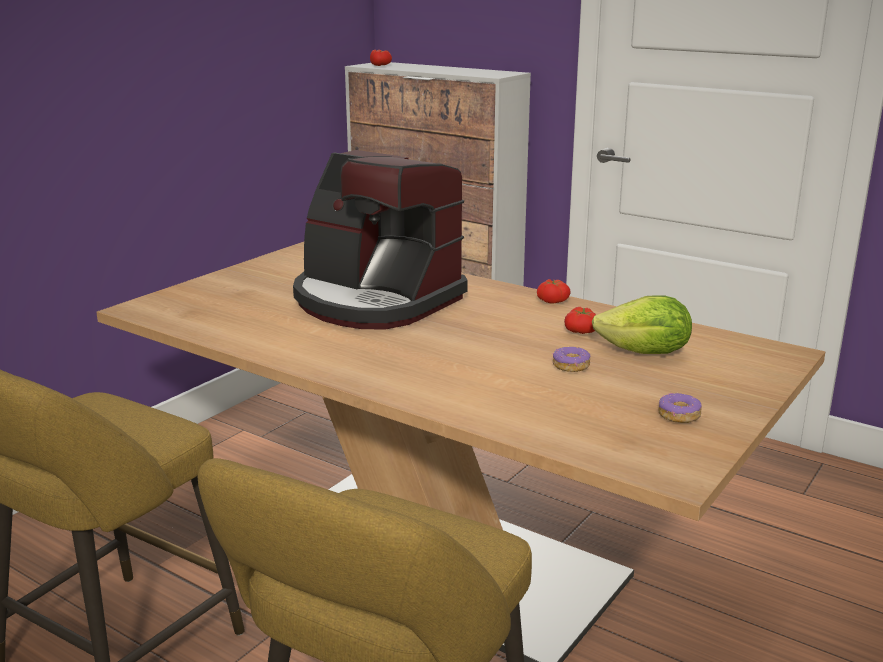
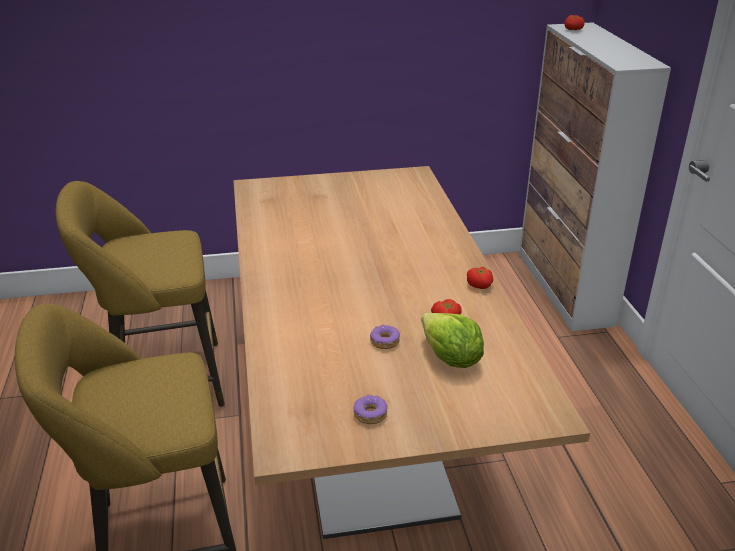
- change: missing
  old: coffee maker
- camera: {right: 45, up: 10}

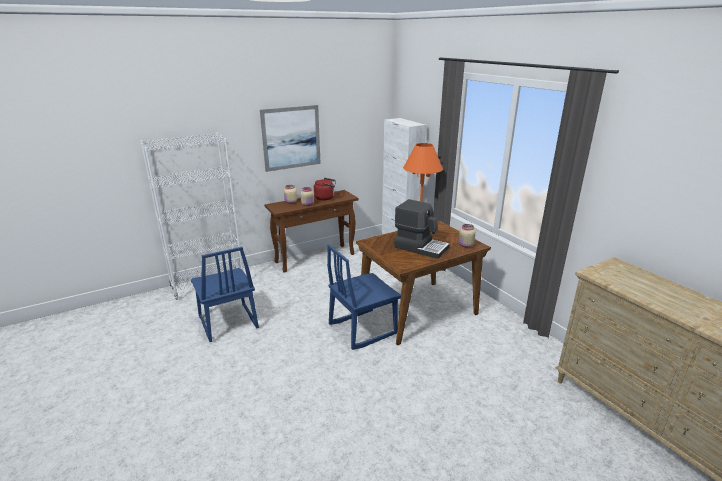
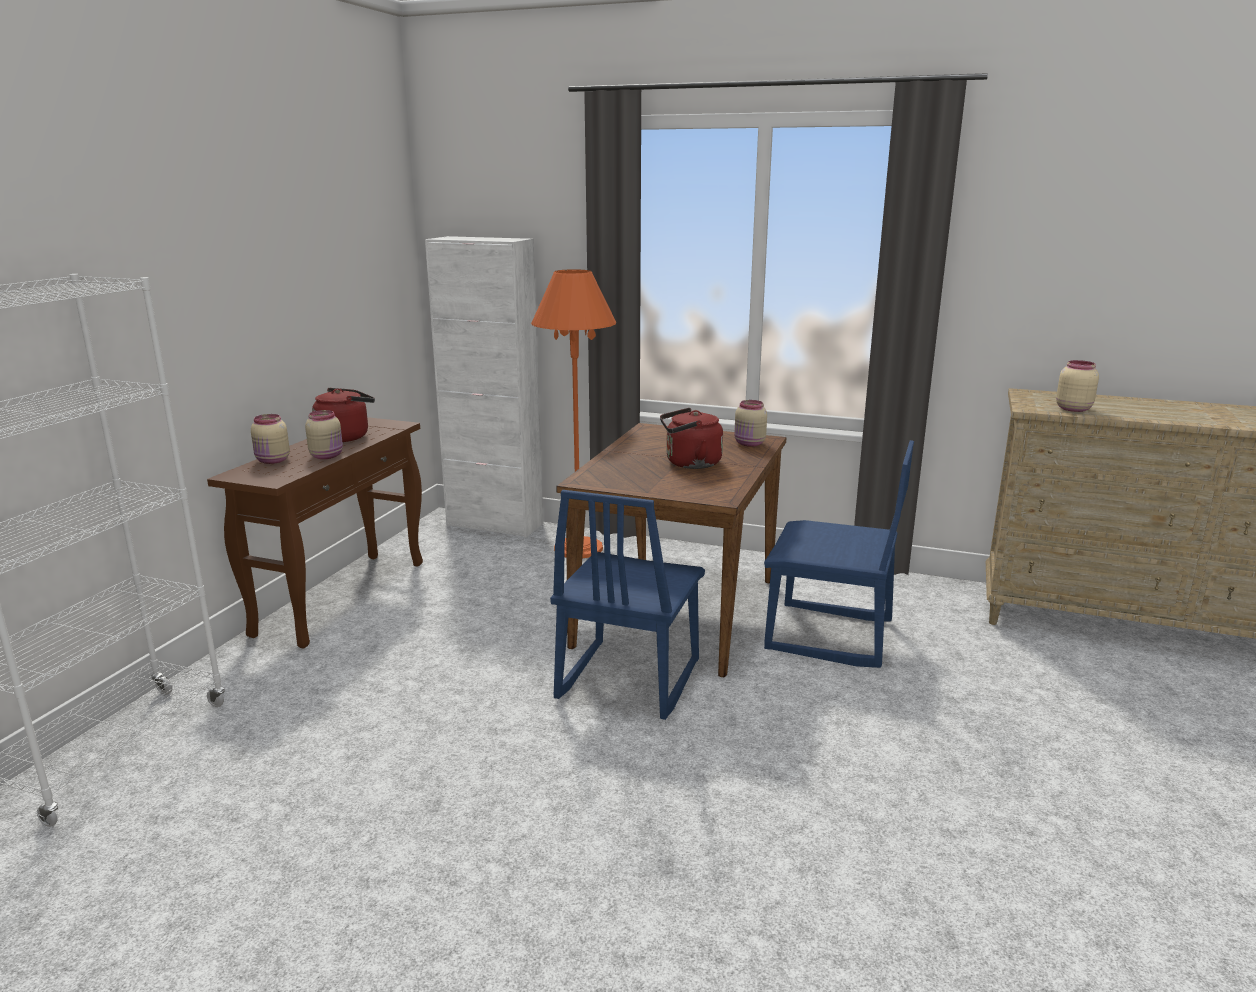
- change: missing
  old: wall art
- change: exchanged
  old: coffee maker
  new: red tea kettle (no. 2 from left)
- change: relocated
  old: blue upright chair (no. 1 from left in the first image)
  new: blue upright chair (no. 2 from left)
- change: appeared
  new: sand-coloured preserve jar (no. 4 from left)
- camera: {right: -40, up: -5}

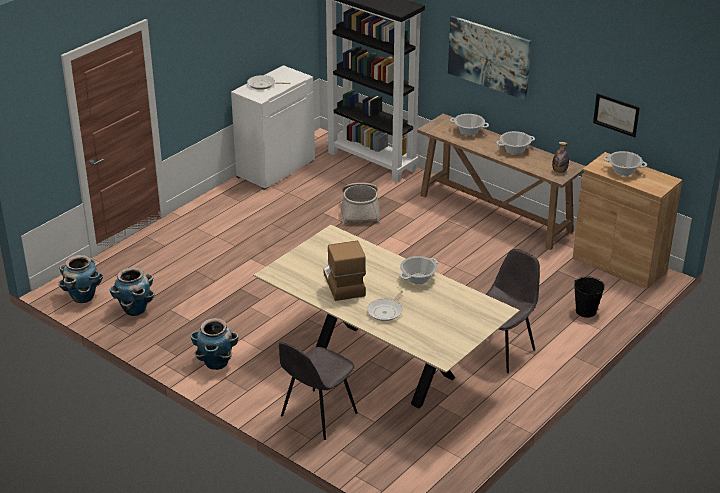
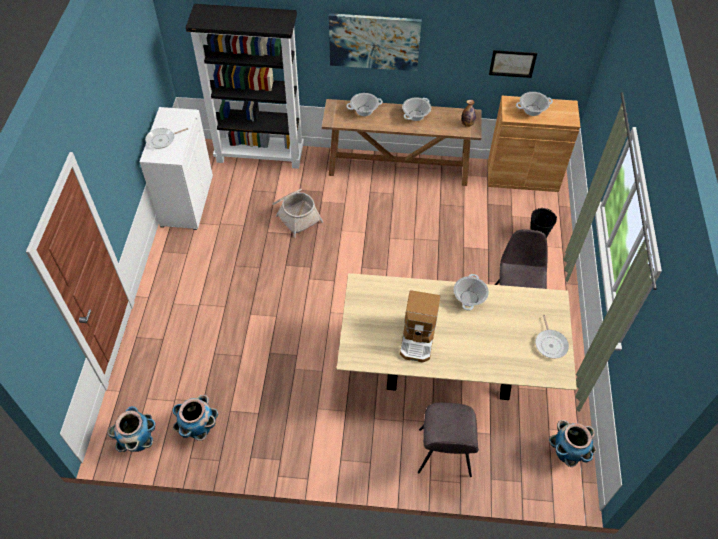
- change: spun
  old: coffee maker
  degrees: -120
- change: relocated
  old: skillet (no. 2 from left)
- change: relocated
  old: flower pot (no. 3 from left)
- camera: {right: -35, up: 20}

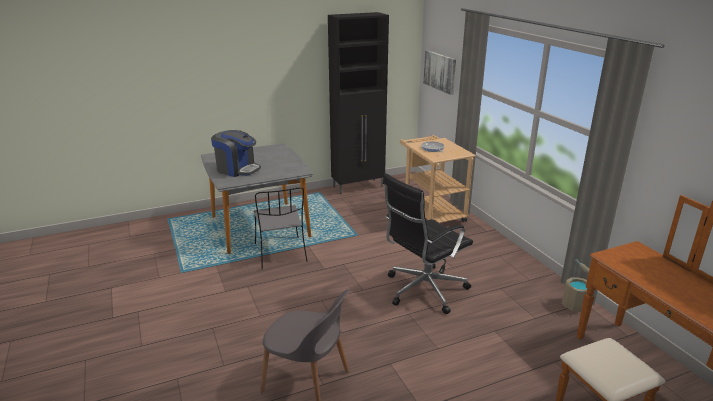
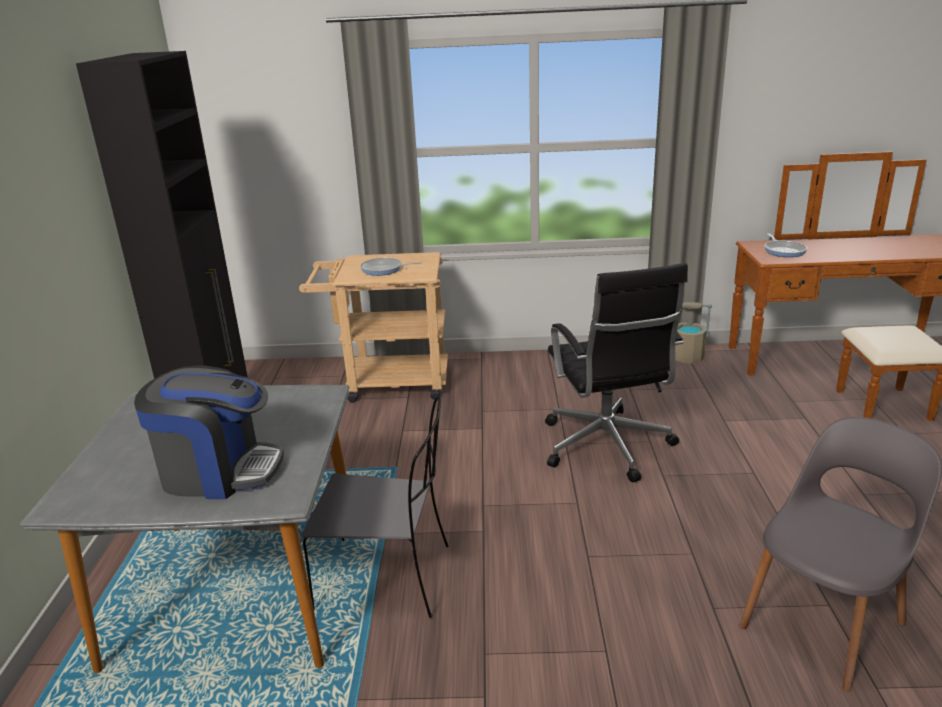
- change: missing
  old: wall art
- change: spun
  old: coffee maker
  degrees: 45
- change: appeared
  new: skillet (no. 2 from left)
- camera: {right: -65, up: 0}

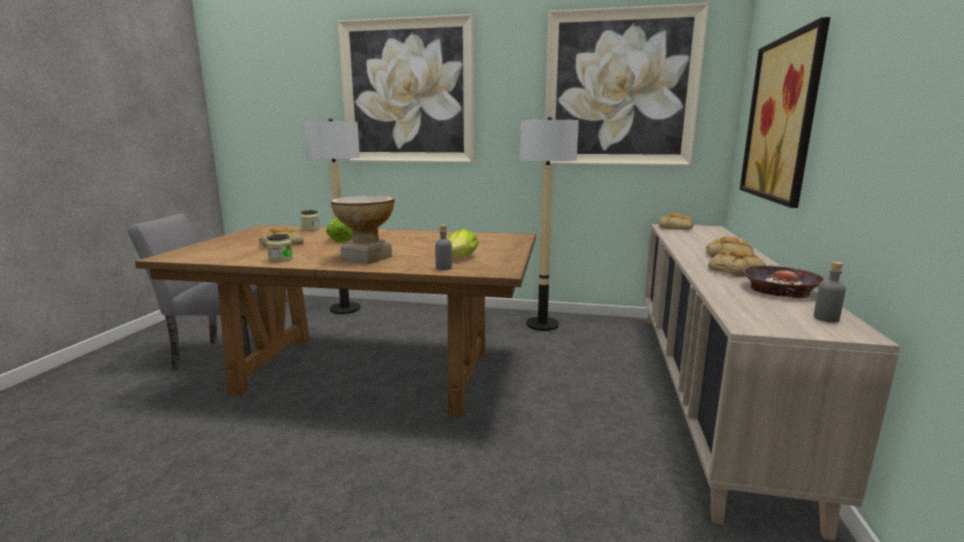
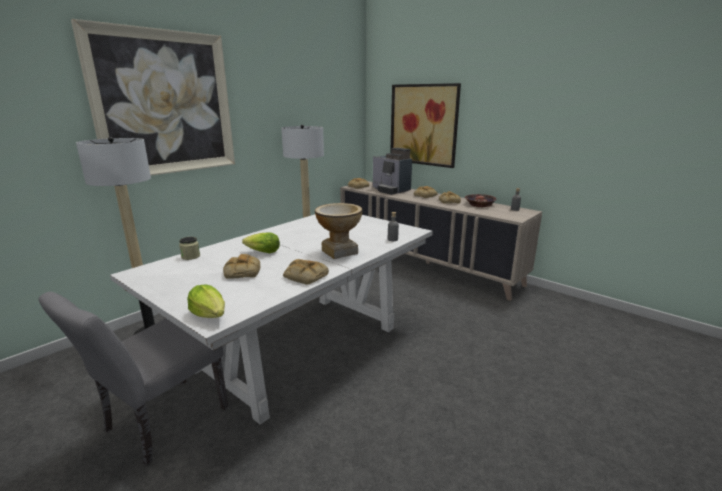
- change: missing
  old: wall art (no. 2 from left)
- change: colour
  old: brownish kitchen table
  new: white-coloured kitchen table
- change: relocated
  old: head of lettuce (no. 2 from left in the first image)
  new: head of lettuce (no. 1 from left)
- change: exchanged
  old: preserve jar (no. 1 from left)
  new: bread (no. 2 from left)
- change: appeared
  new: coffee maker
- camera: {right: -60, up: 5}

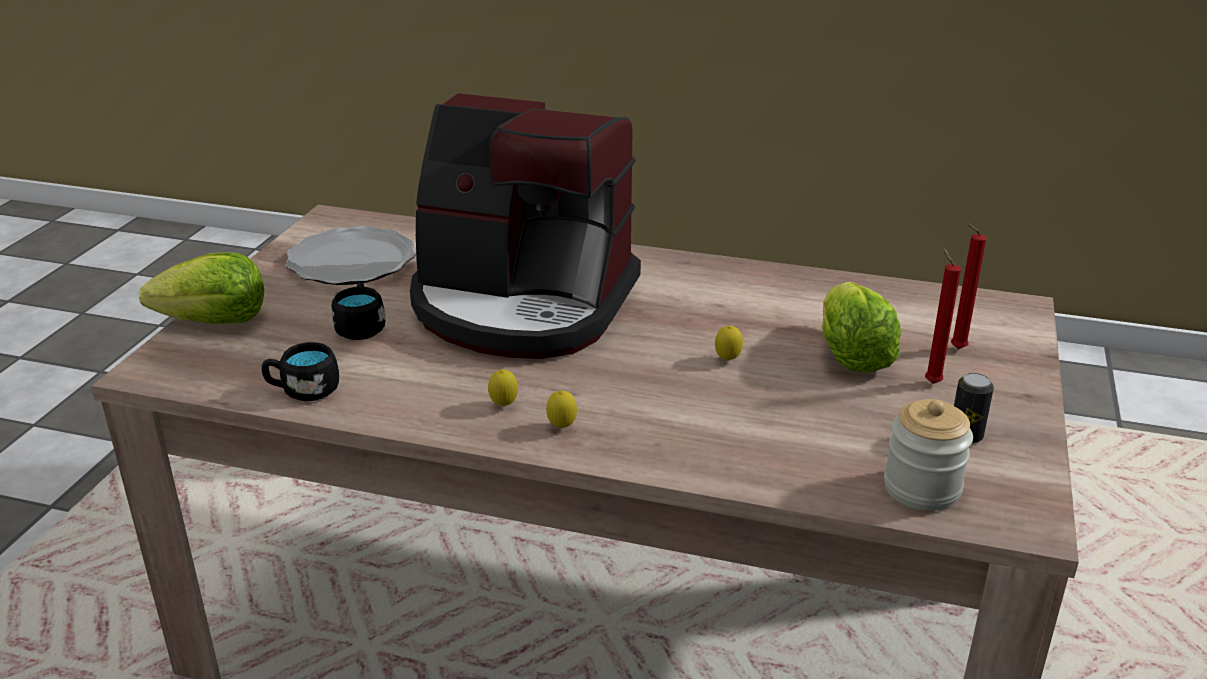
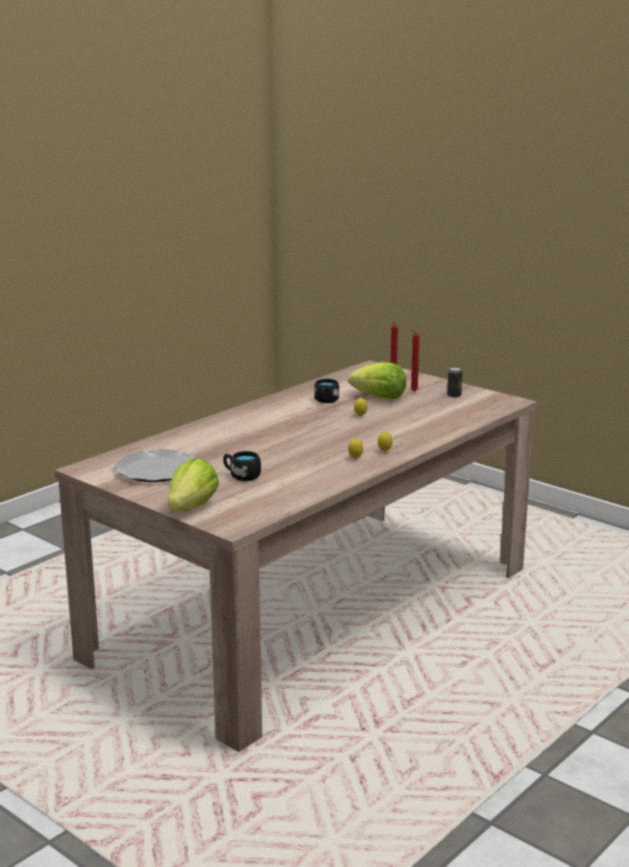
- change: missing
  old: coffee maker
- change: relocated
  old: black mug (no. 1 from left in the first image)
  new: black mug (no. 2 from left)
- change: missing
  old: preserve jar
- camera: {right: -65, up: -10}

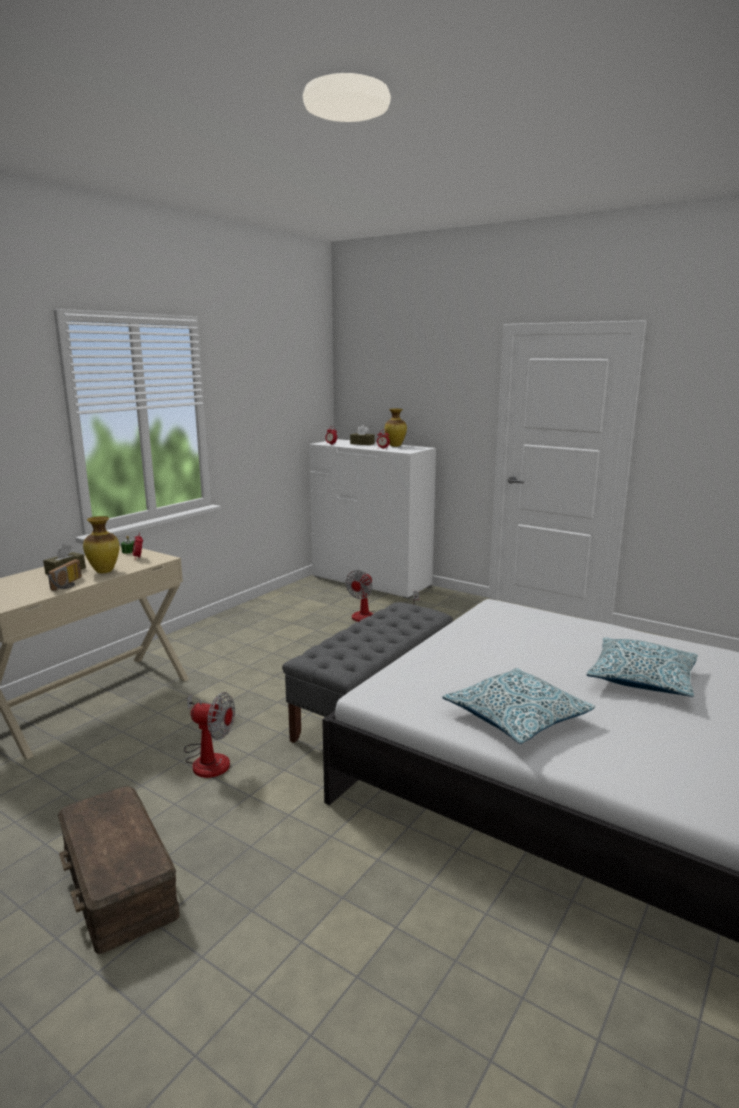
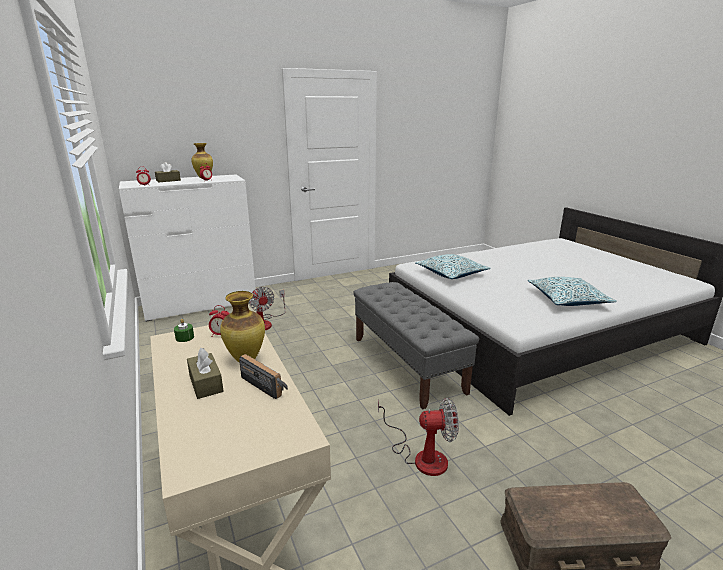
- change: relocated
  old: pillow (no. 2 from left in the first image)
  new: pillow (no. 1 from left)
- change: spun
  old: fan (no. 1 from left in the first image)
  degrees: 45
- camera: {right: -60, up: 5}

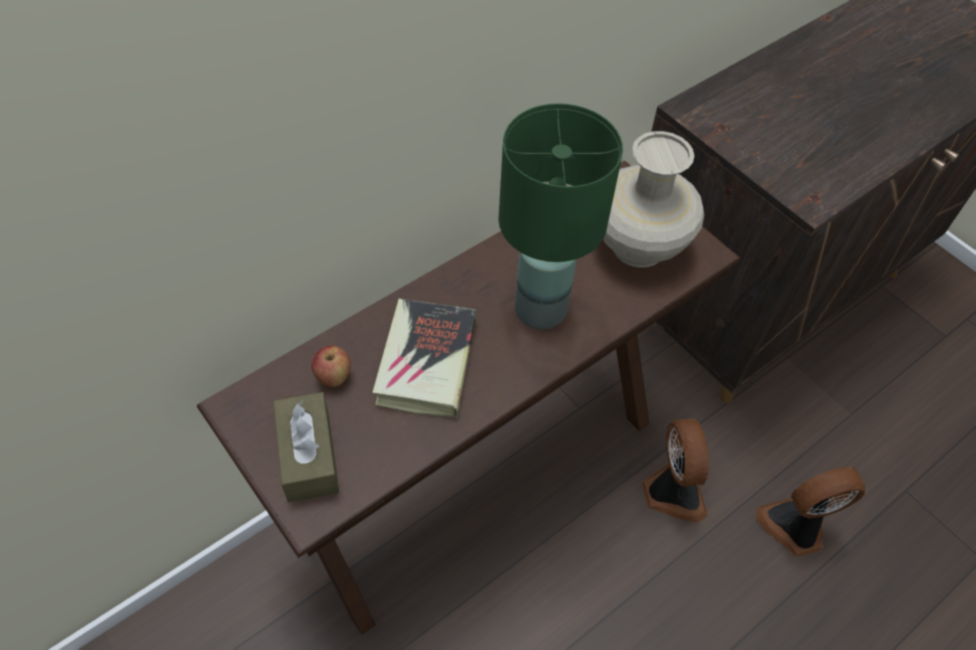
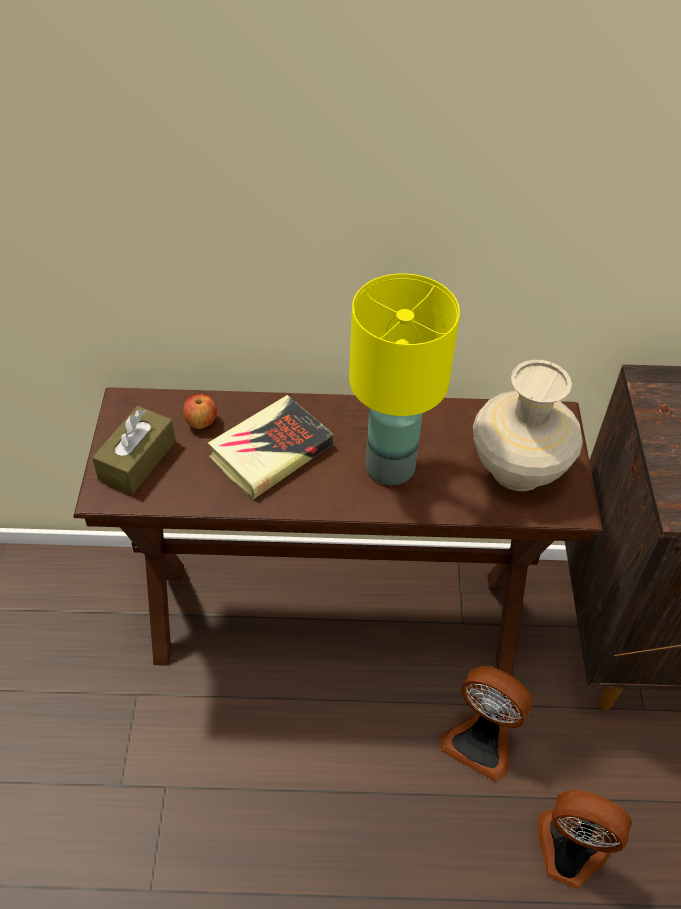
- change: colour
  old: green-coloured lamp for a table
  new: yellowish lamp for a table
- change: spun
  old: fan (no. 1 from left)
  degrees: 90
- camera: {right: 40, up: -5}

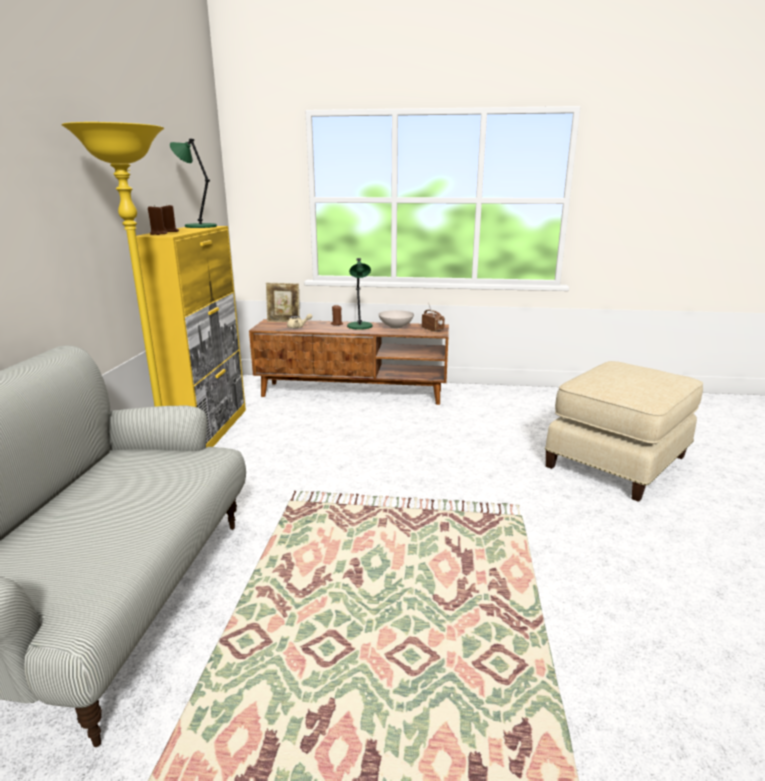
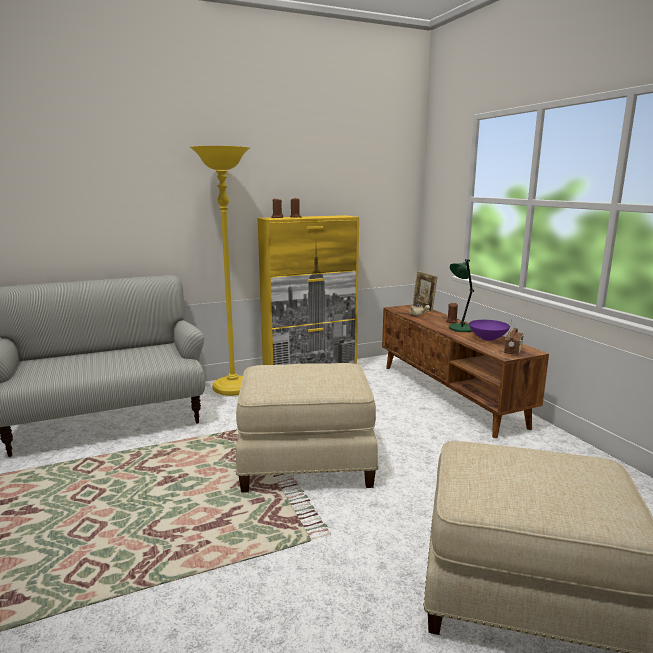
- change: missing
  old: green-coloured lamp for a table (no. 1 from left)
- change: colour
  old: white-coloured serving bowl
  new: purple serving bowl
- change: appeared
  new: sand-coloured ottoman (no. 1 from left)
- camera: {right: 60, up: -5}

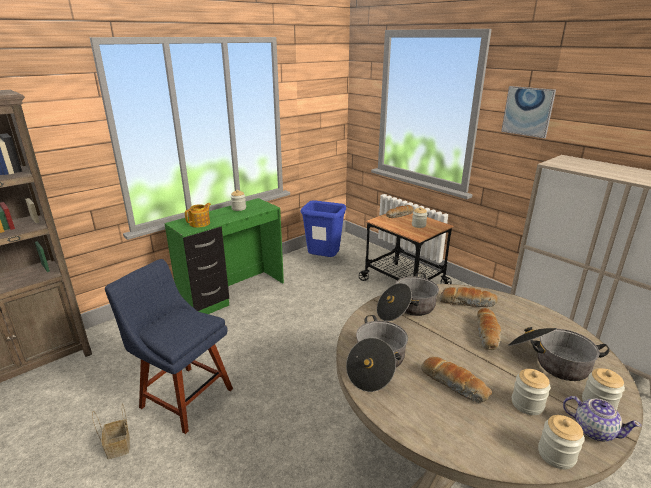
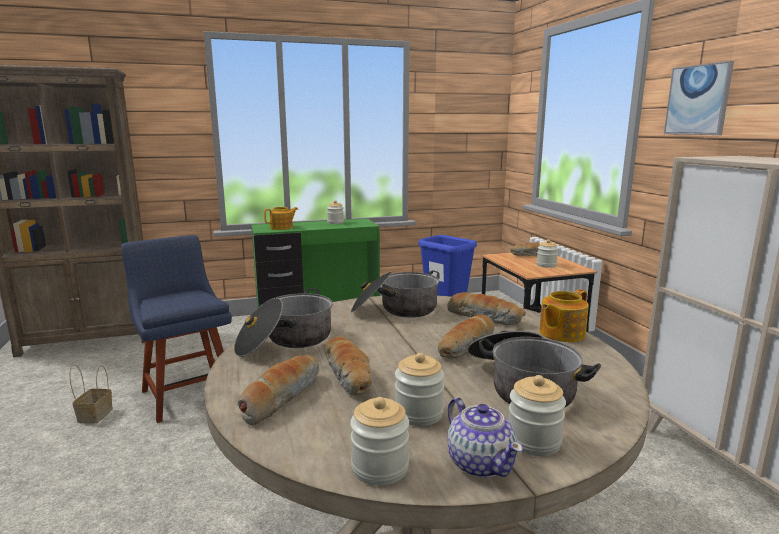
- change: appeared
  new: pot for tea (no. 3 from left)
- change: appeared
  new: bread (no. 1 from left)
- camera: {right: 25, up: -10}

